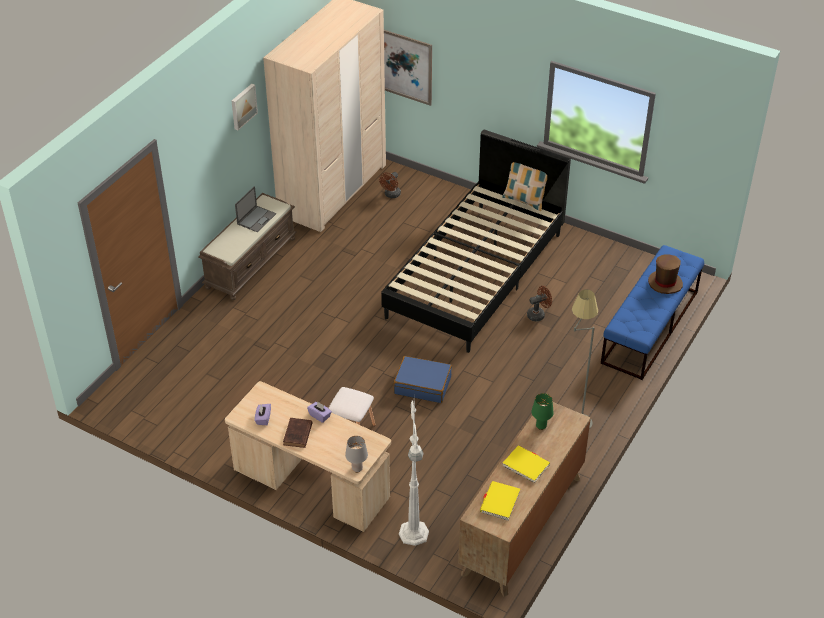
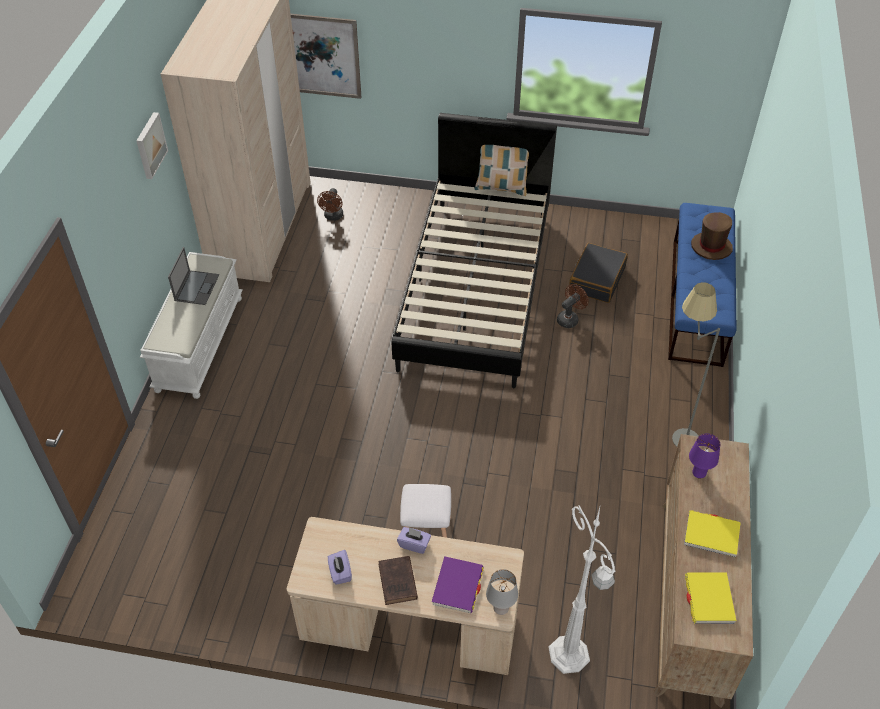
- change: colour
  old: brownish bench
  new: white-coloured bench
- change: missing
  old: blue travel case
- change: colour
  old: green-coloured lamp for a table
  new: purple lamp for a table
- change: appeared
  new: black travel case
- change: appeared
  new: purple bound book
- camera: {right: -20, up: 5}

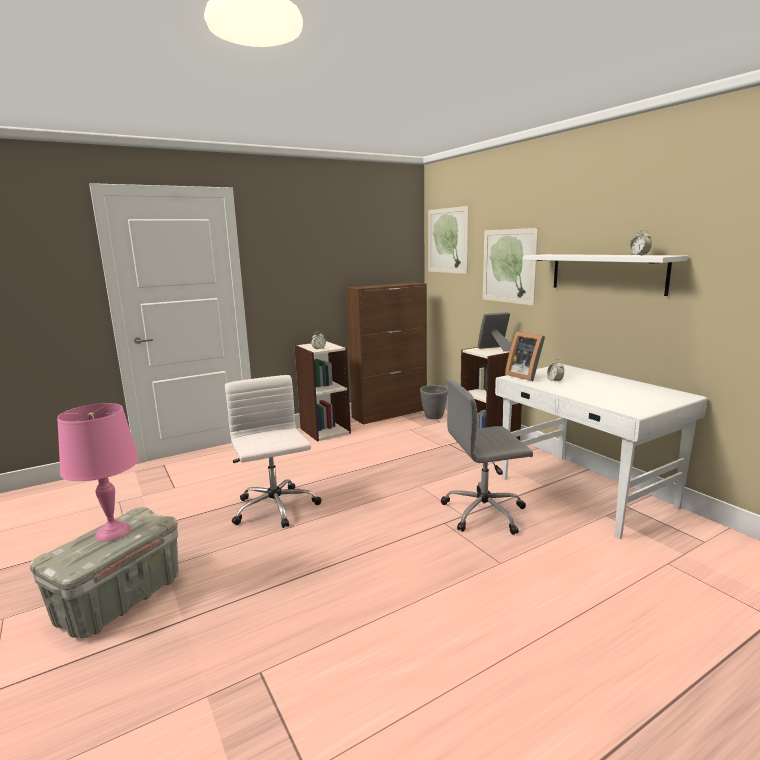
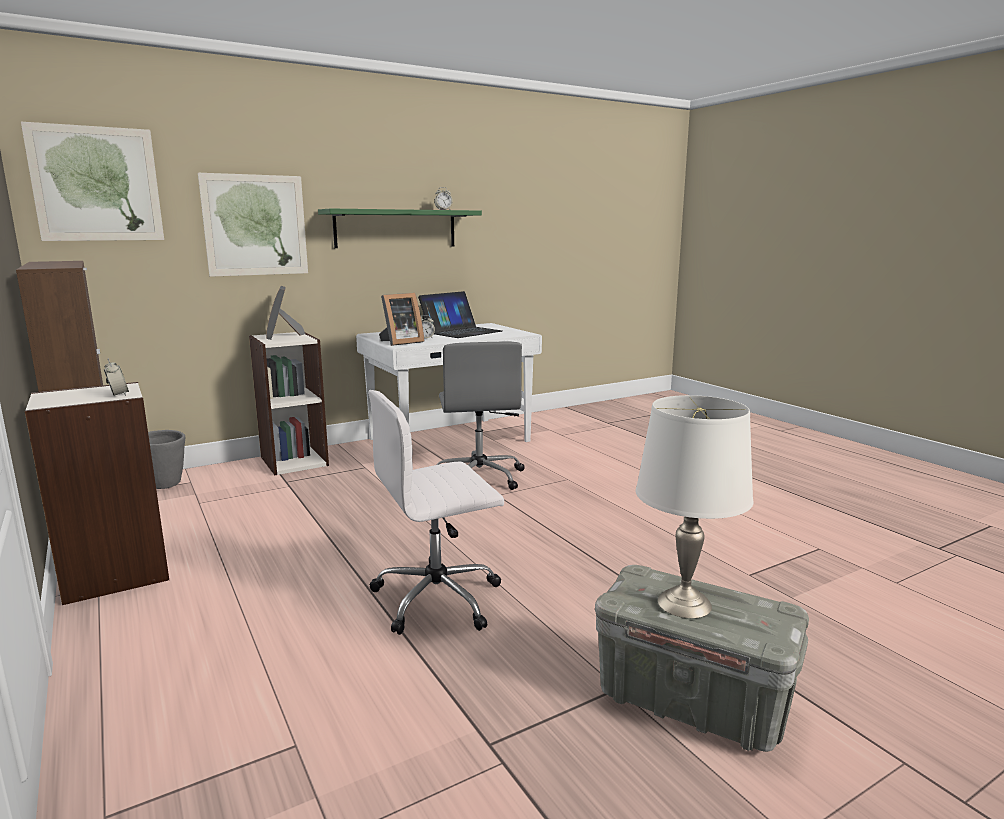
- change: colour
  old: white-coloured bracket shelf
  new: green-coloured bracket shelf
- change: colour
  old: pinkish lamp for a table
  new: white-coloured lamp for a table
- change: appeared
  new: laptop
- camera: {right: -90, up: 0}

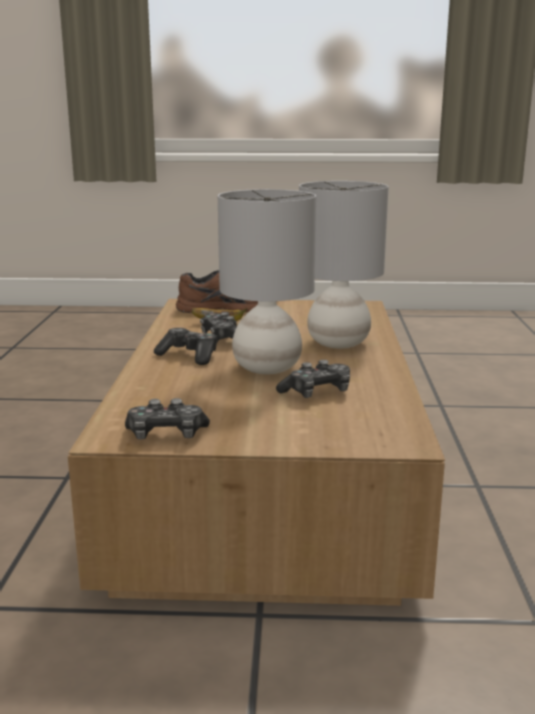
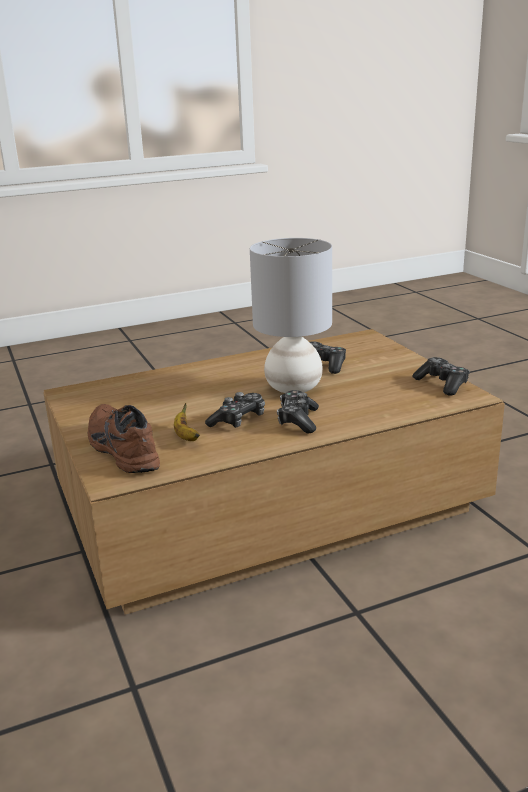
- change: missing
  old: gray lamp for a table (no. 2 from left)
- camera: {right: -115, up: 5}

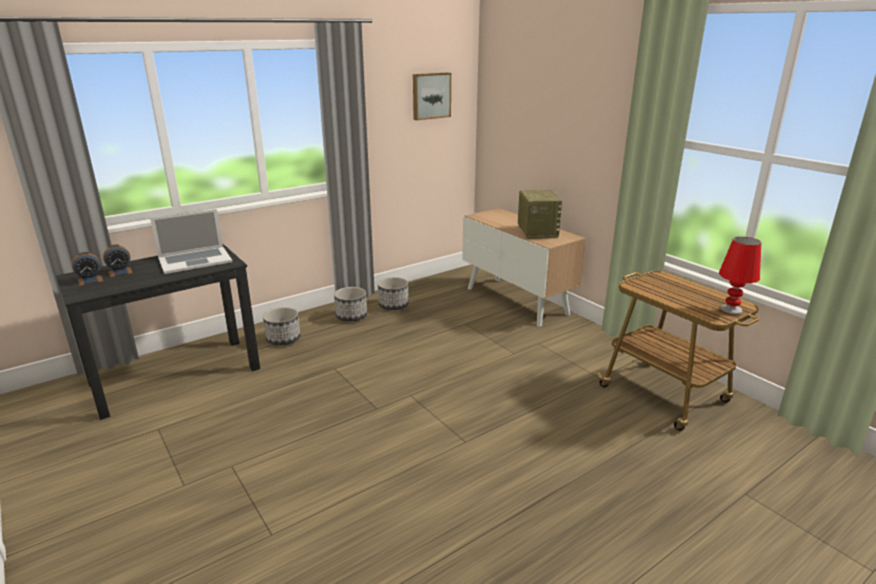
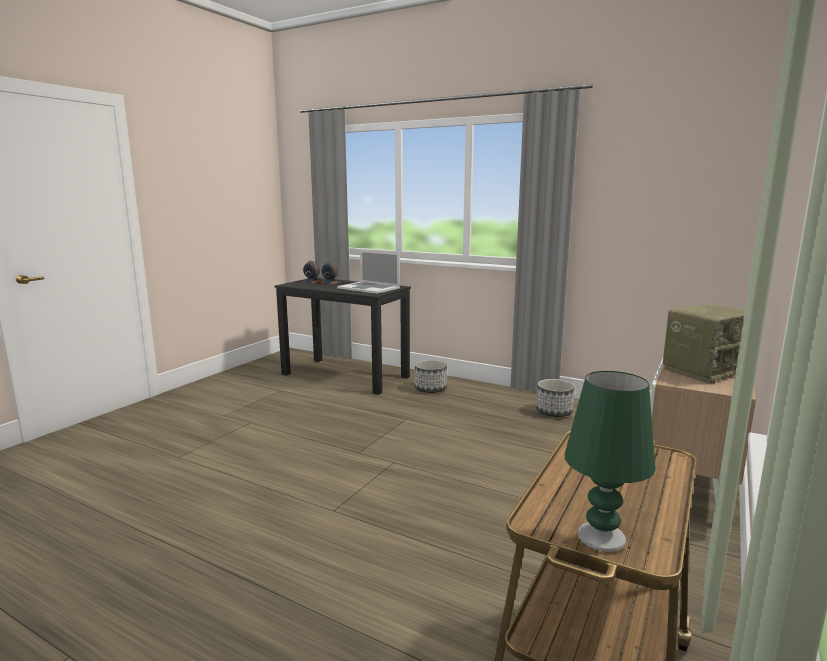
- change: missing
  old: wall art
- change: colour
  old: red lamp for a table
  new: green-coloured lamp for a table
- change: missing
  old: flower pot (no. 2 from left)
- camera: {right: 65, up: -10}

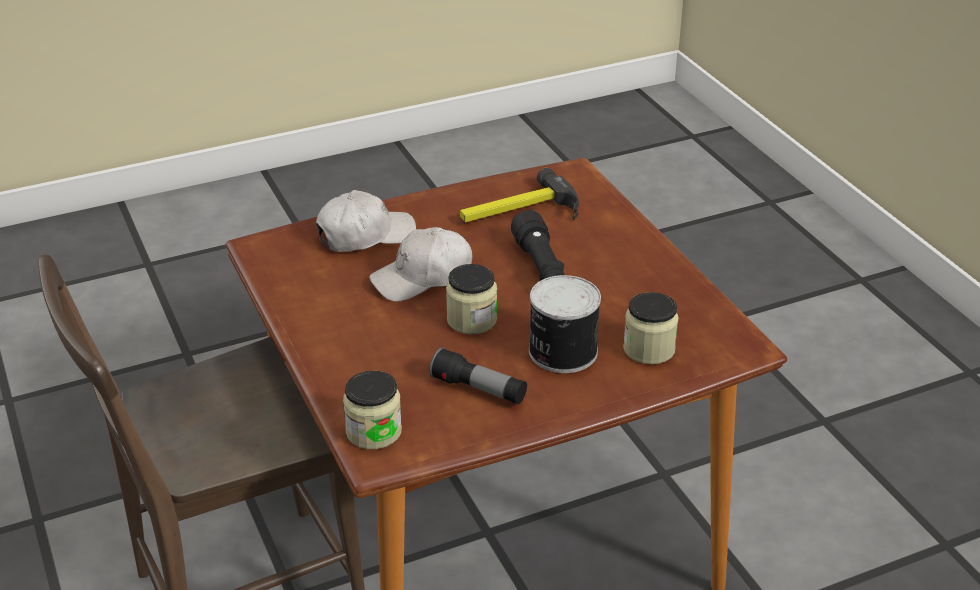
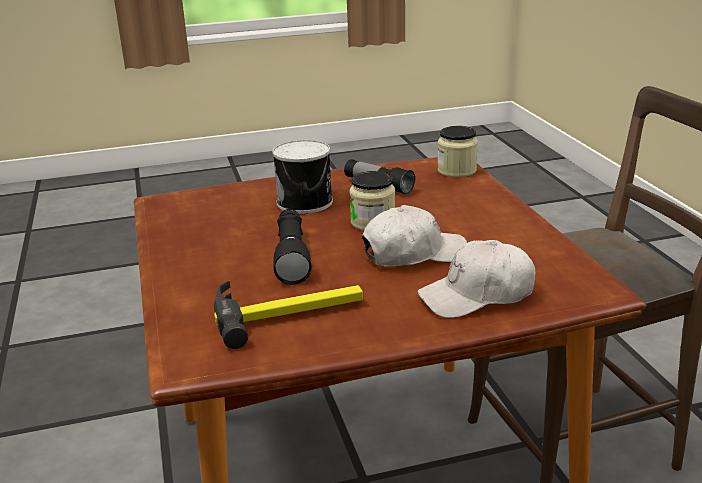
- change: missing
  old: preserve jar (no. 3 from left)
- camera: {right: -170, up: -10}

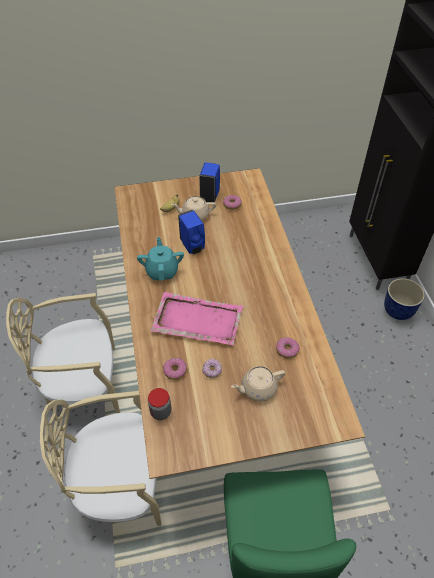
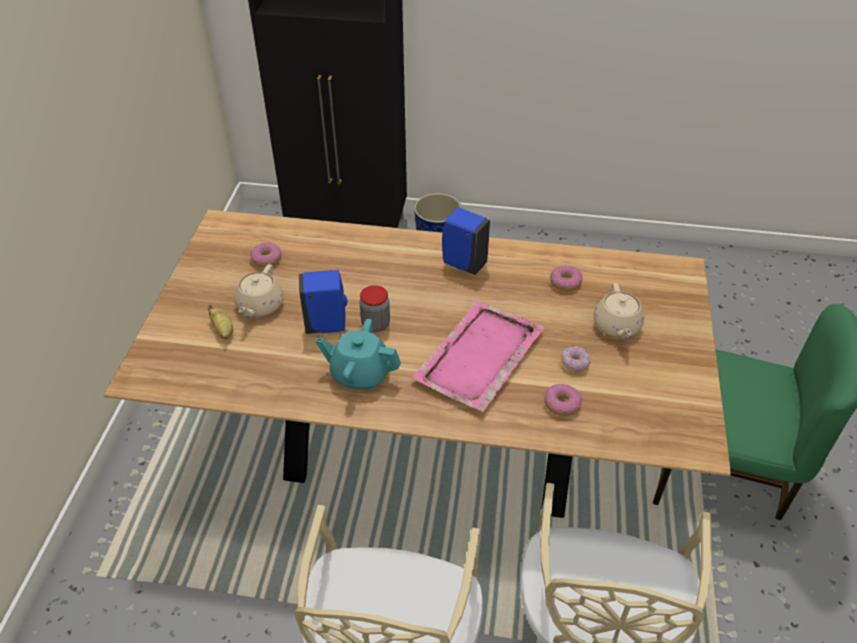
- change: relocated
  old: blue soap bottle (no. 2 from left)
- change: relocated
  old: preserve jar
- camera: {right: -70, up: -5}

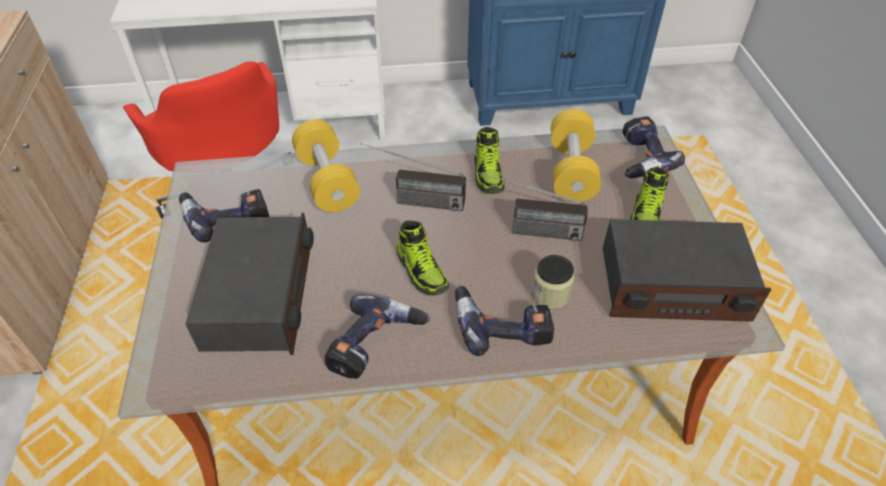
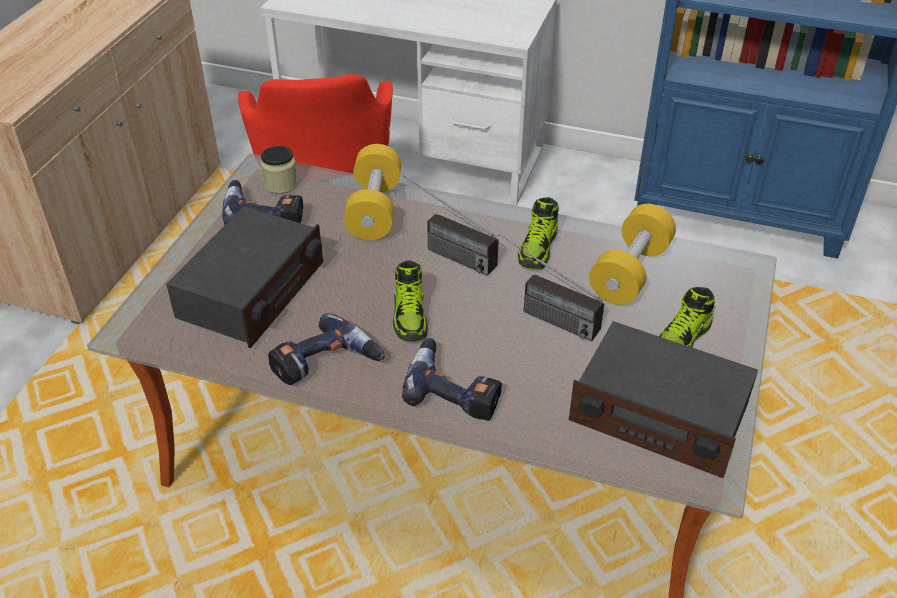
- change: missing
  old: electric drill (no. 4 from left)
- change: relocated
  old: preserve jar
- camera: {right: 25, up: -5}

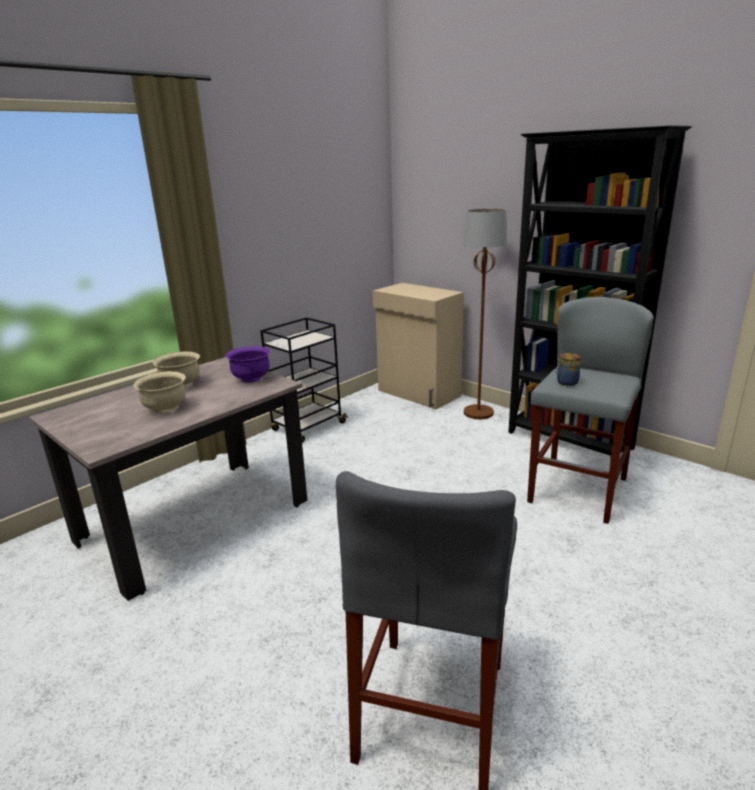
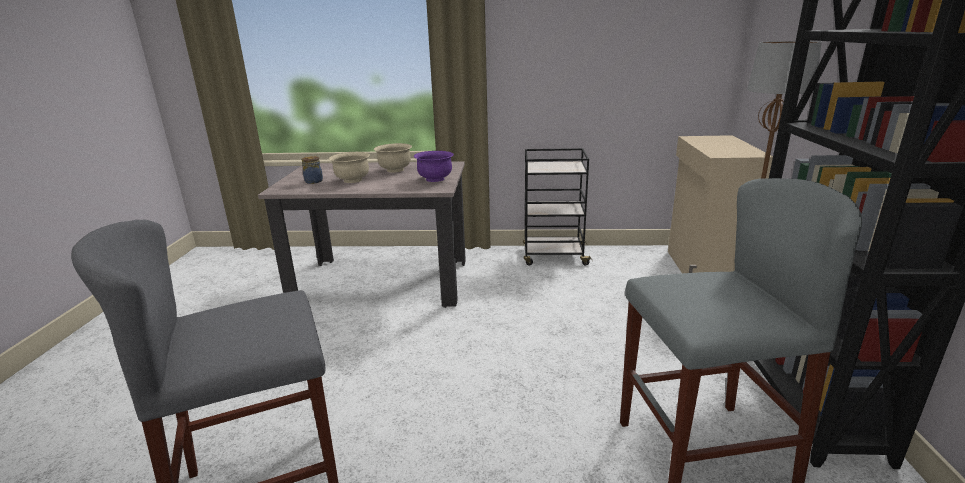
- change: relocated
  old: preserve jar
- camera: {right: 50, up: 0}

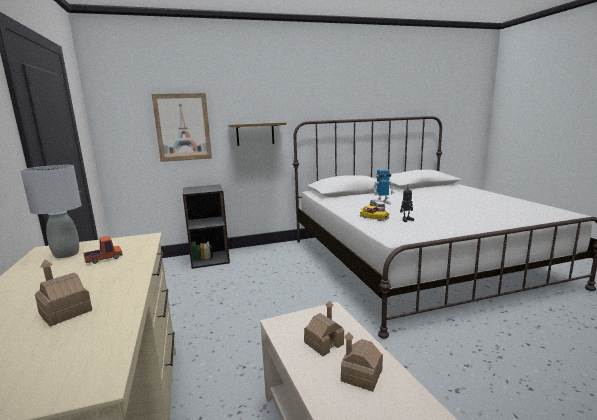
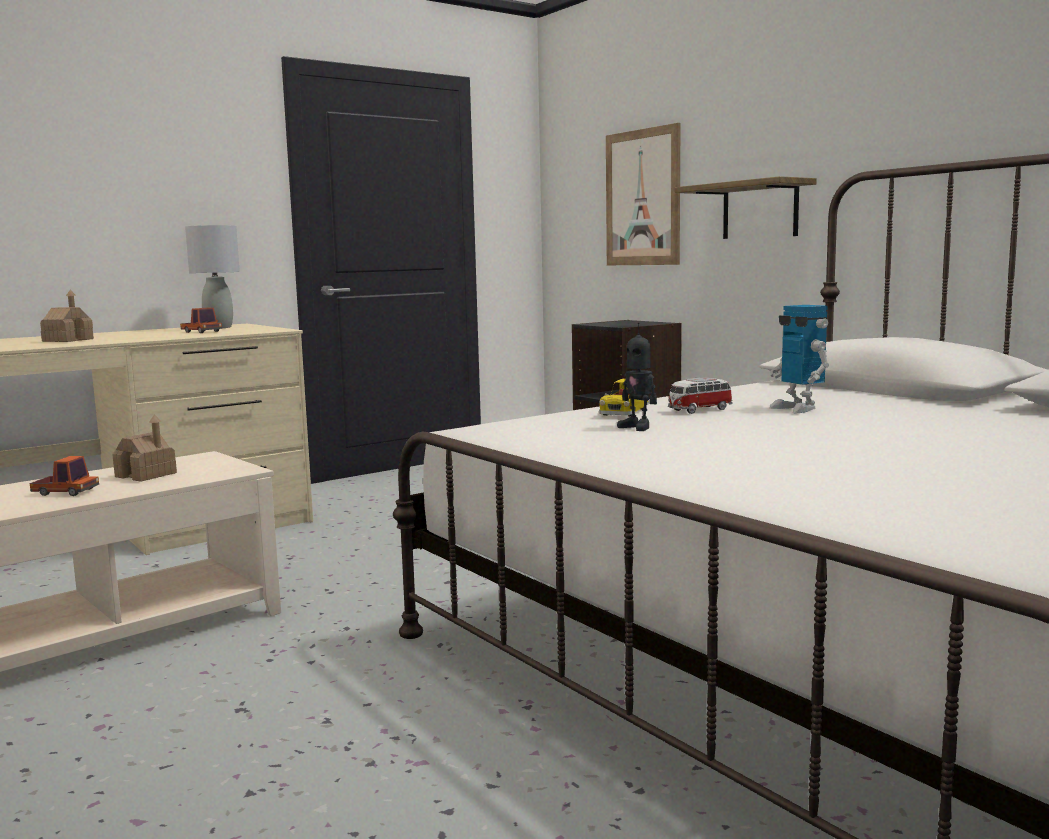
- change: exchanged
  old: miniature house (no. 3 from left)
  new: toy truck (no. 1 from left)
- camera: {right: 70, up: -5}

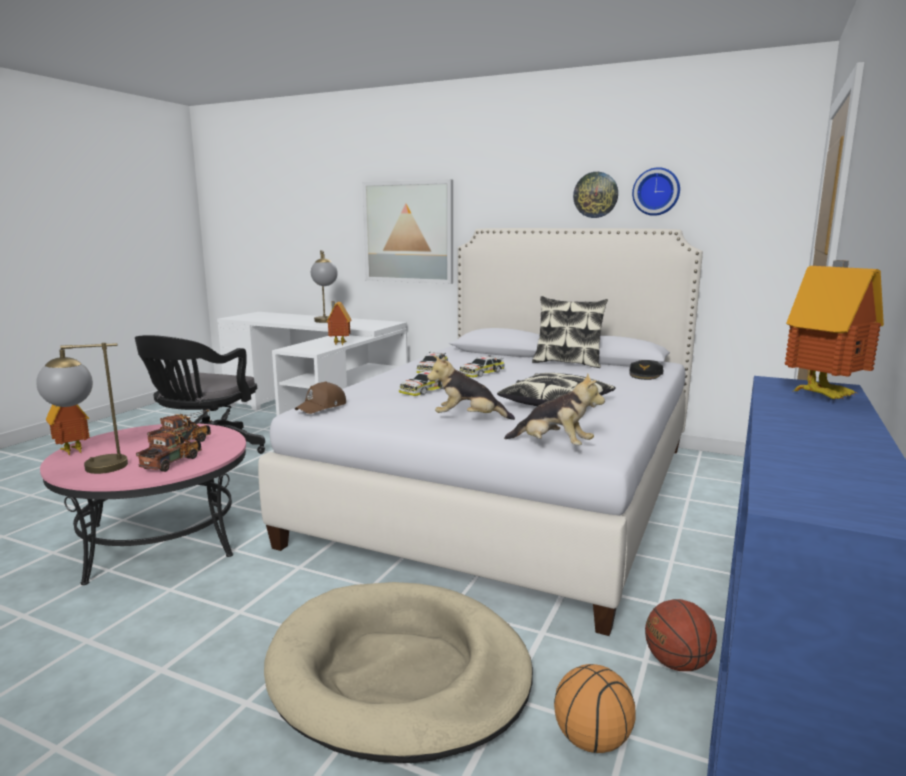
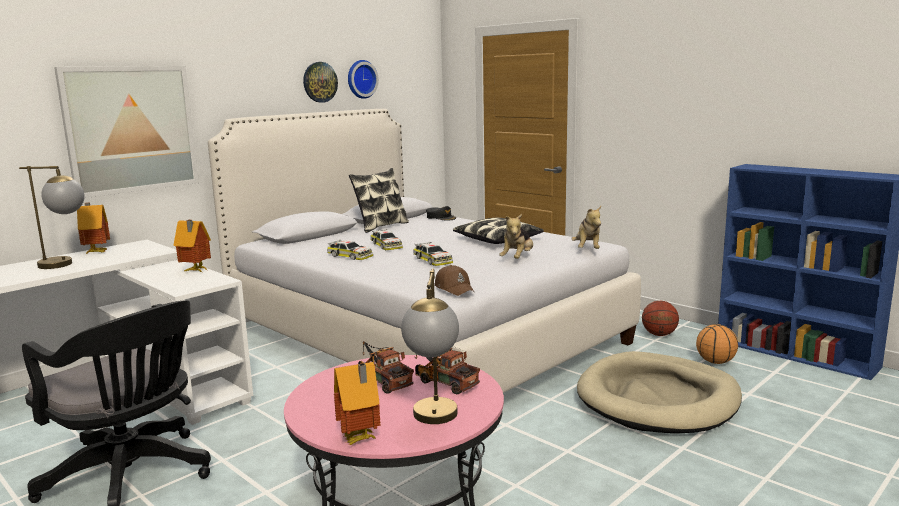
- change: relocated
  old: miniature house (no. 3 from left in the first image)
  new: miniature house (no. 1 from left)
- change: spun
  old: cuddly toy (no. 2 from left)
  degrees: 135
- camera: {right: -70, up: 0}

